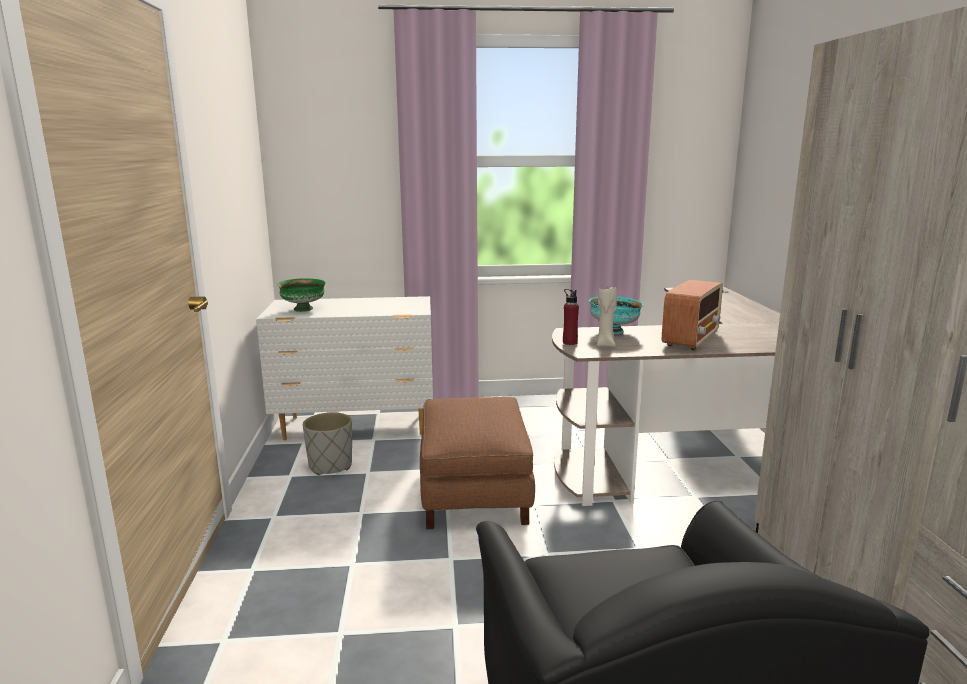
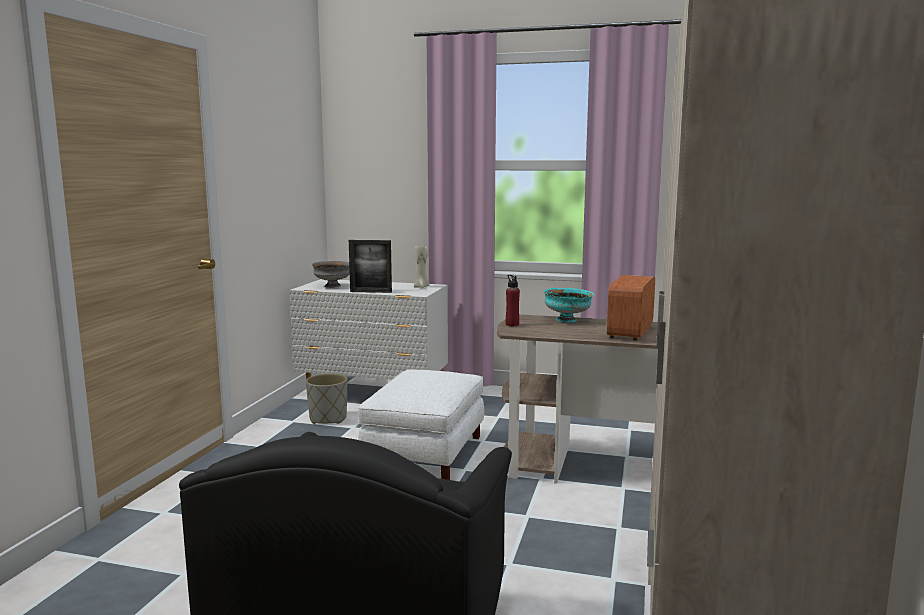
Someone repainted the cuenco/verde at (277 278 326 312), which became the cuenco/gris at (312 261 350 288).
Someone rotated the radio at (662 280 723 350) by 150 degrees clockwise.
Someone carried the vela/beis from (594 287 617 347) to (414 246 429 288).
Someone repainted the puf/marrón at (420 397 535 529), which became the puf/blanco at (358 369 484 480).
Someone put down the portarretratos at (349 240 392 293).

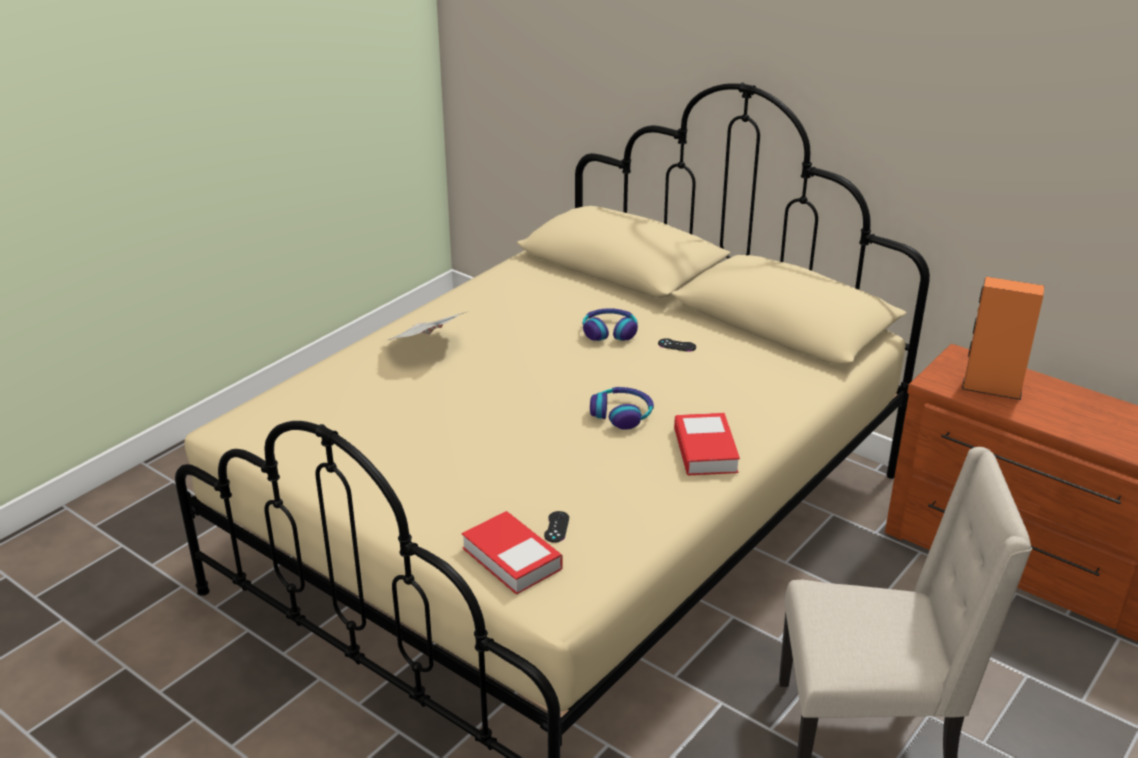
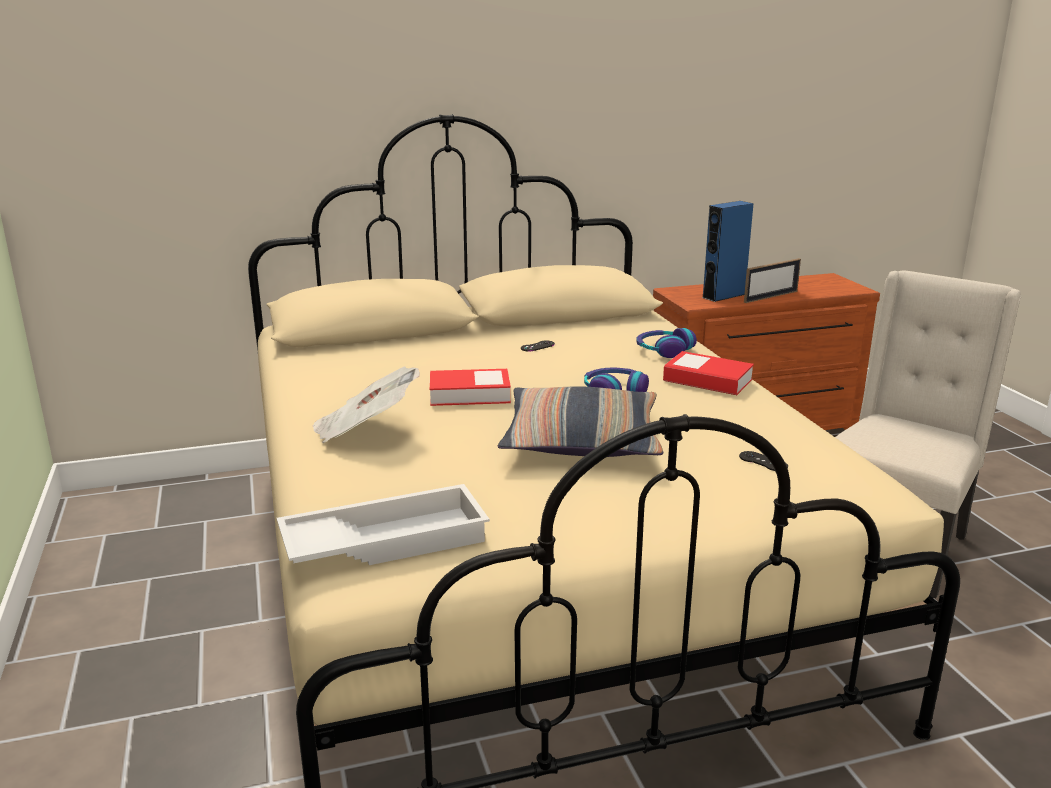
Someone repainted the altavoz/naranja at (962 277 1044 400), which became the altavoz/azul at (702 201 754 302).
Someone carried the auriculares from (583 308 638 341) to (636 328 697 358).
Someone carried the libro from (462 511 563 595) to (430 369 511 406).
Someone put down the portarretratos at (744 258 801 303).
Someone put down the cojín at (498 386 664 457).
Someone put down the bandeja/blanco at (277 484 490 565).

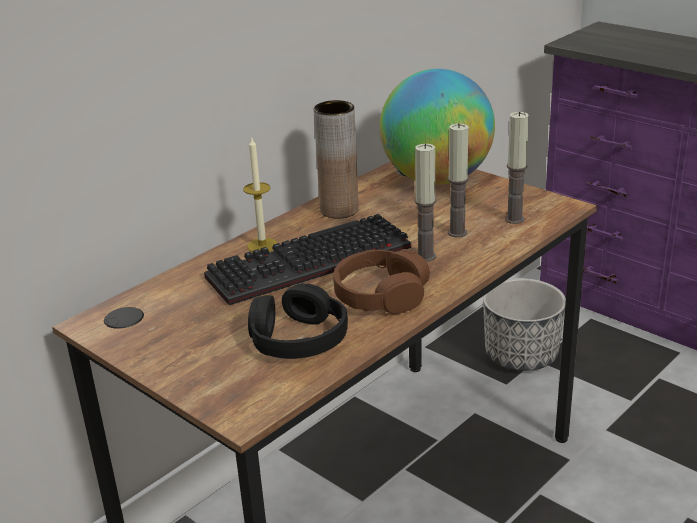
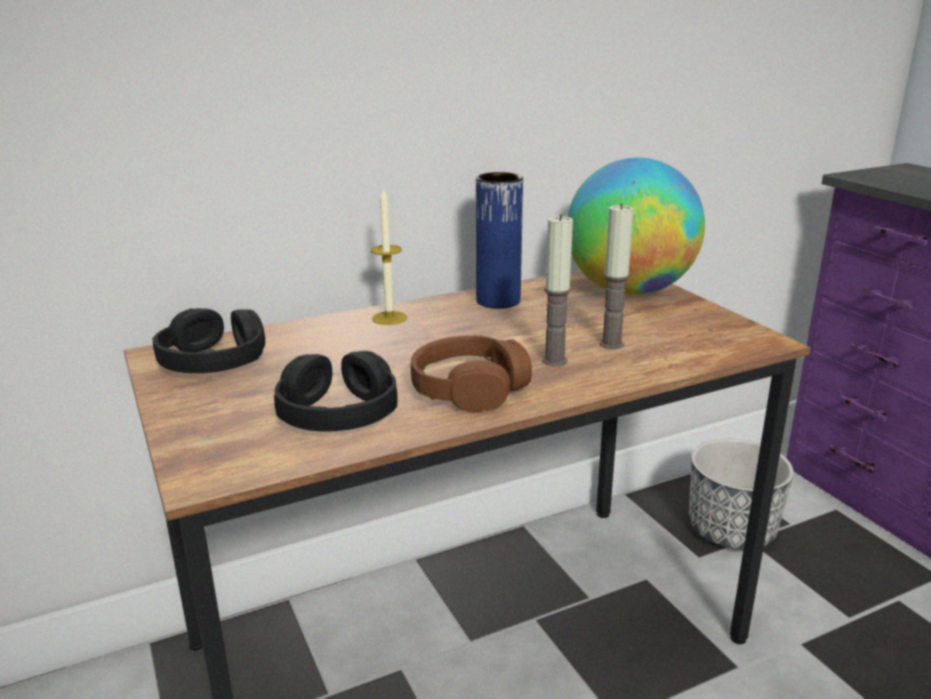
Someone repainted the florero/marrón at (314 100 359 219), which became the florero/azul at (476 172 523 309).
Someone took away the vela at (505 112 529 224).
Someone took away the teclado at (204 214 411 305).
Someone put down the auriculares/negro at (153 308 265 373).

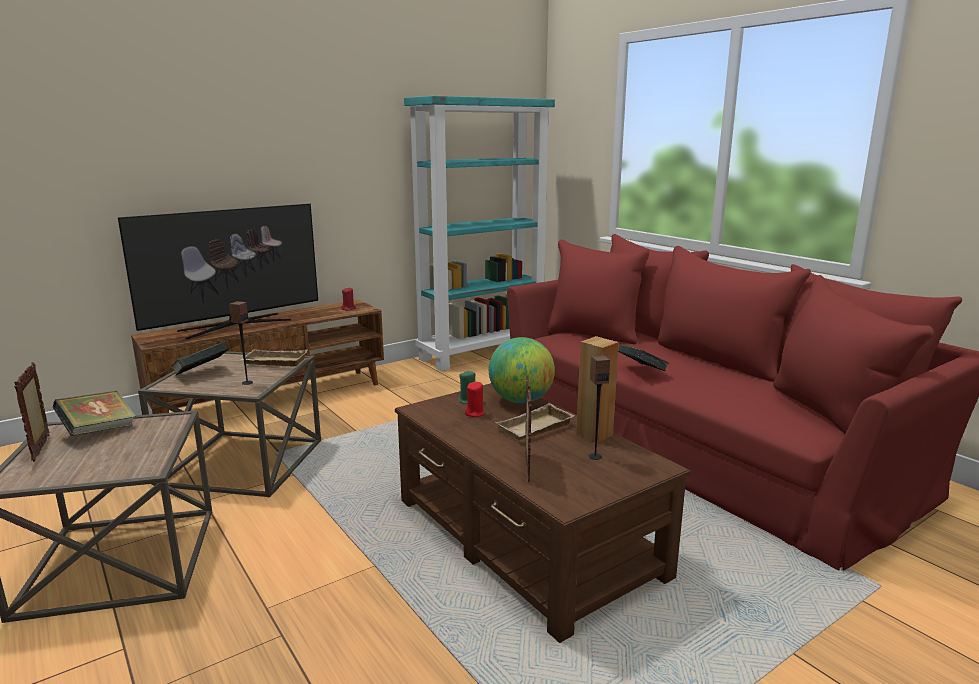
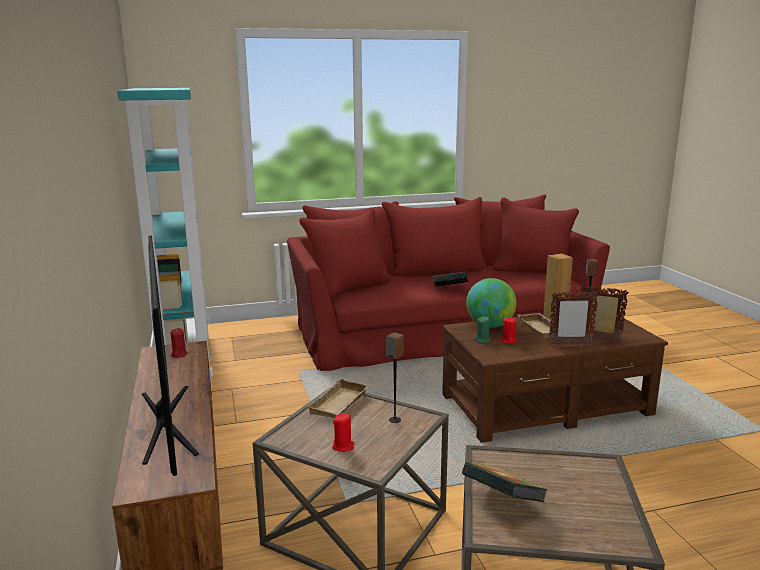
Someone swapped the libro at (171 342 228 376) for the vela/rojo at (332 413 355 452).
Someone carried the portarretratos from (14 362 50 462) to (549 291 598 345).

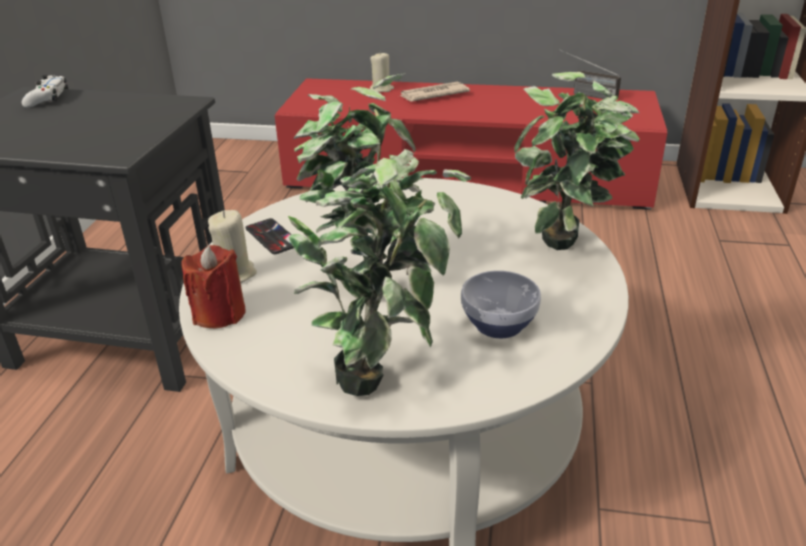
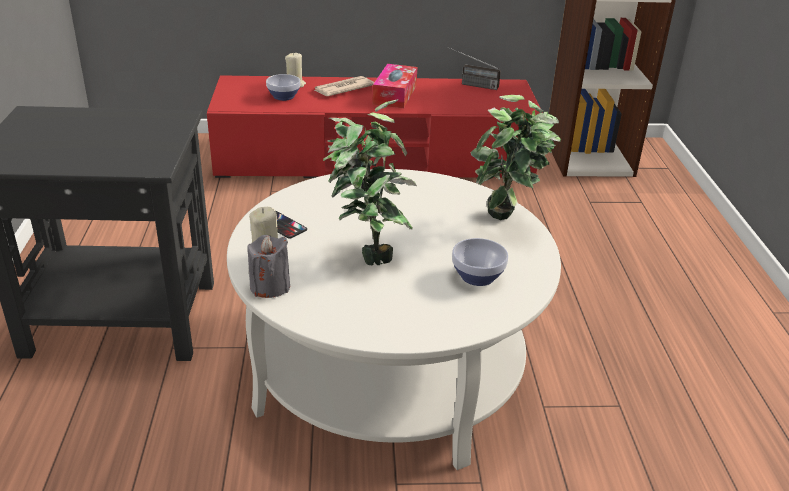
Someone took away the mando de consola/blanco at (22 75 69 108).
Someone took away the planta en maceta at (288 149 471 396).
Someone repainted the vela/rojo at (182 245 246 328), which became the vela/gris at (248 235 290 298).
Someone put down the caja de pañuelos at (372 64 417 108).
Someone put down the cuenco at (266 74 301 101).

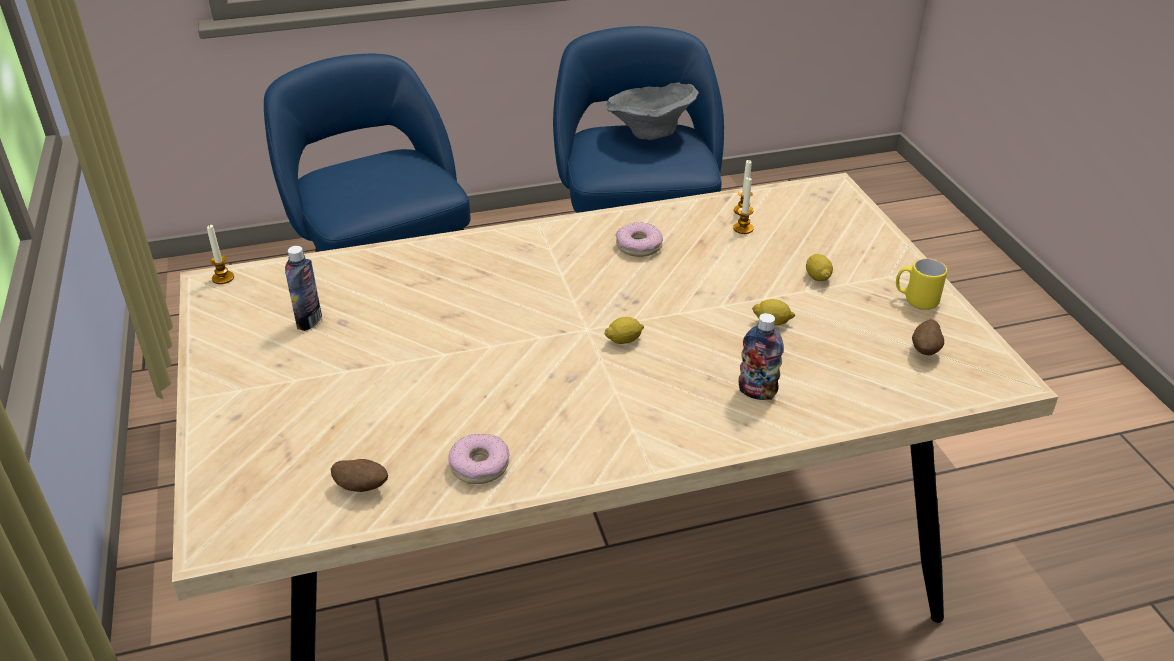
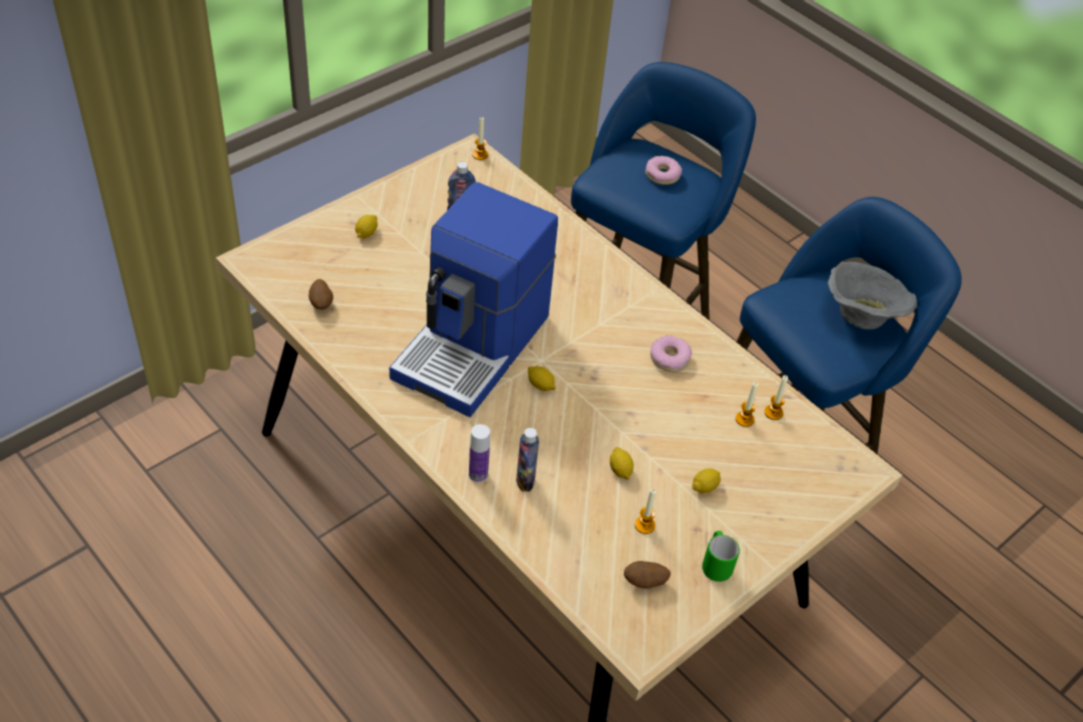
Someone repainted the taza grande/amarillo at (896 258 947 310), which became the taza grande/verde at (702 531 740 582).
Someone carried the rosquilla from (448 434 510 484) to (645 156 682 185).
Someone put down the cafetera at (389 182 558 417).
Someone put down the limón at (355 215 378 238).
Someone put down the botella at (469 424 490 482).
Someone put down the vela at (635 489 656 534).

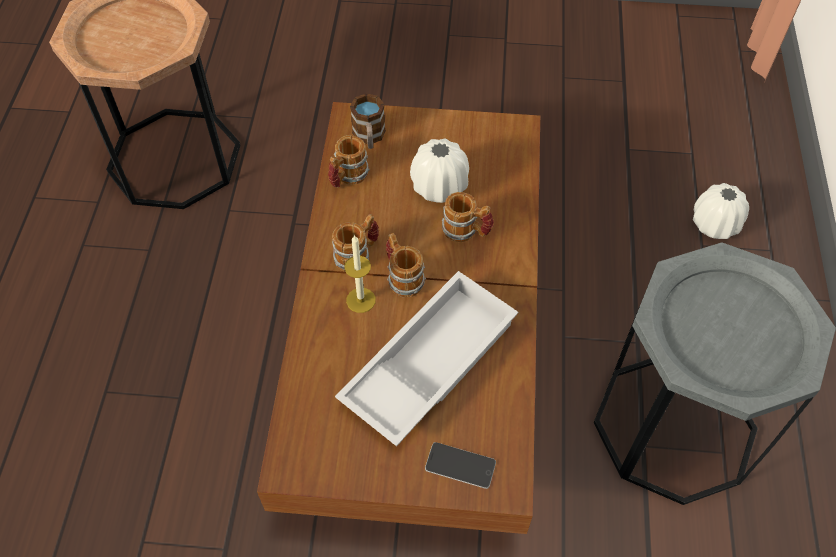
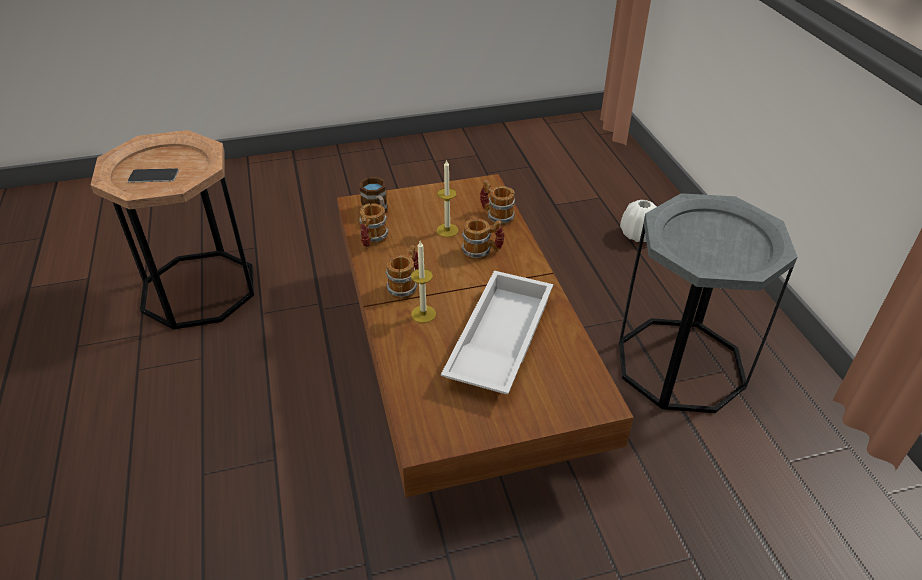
Someone swapped the florero/blanco at (410 139 469 203) for the vela at (437 159 459 237).
Someone carried the taza grande from (386 233 426 297) to (480 180 515 226).
Someone carried the móvil from (425 442 496 489) to (128 168 179 183).

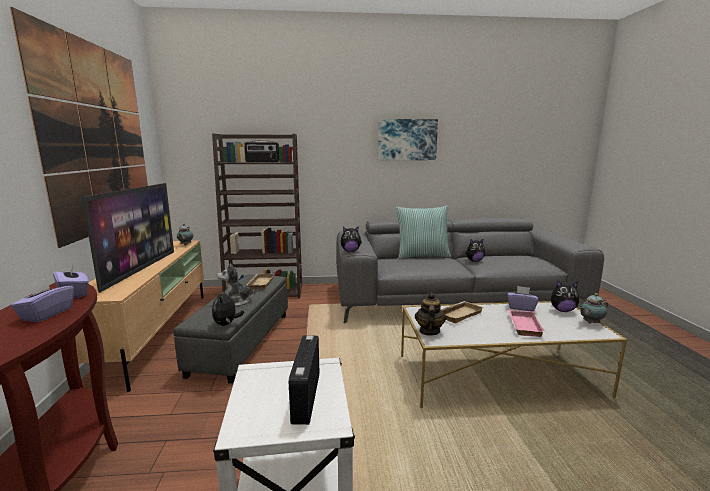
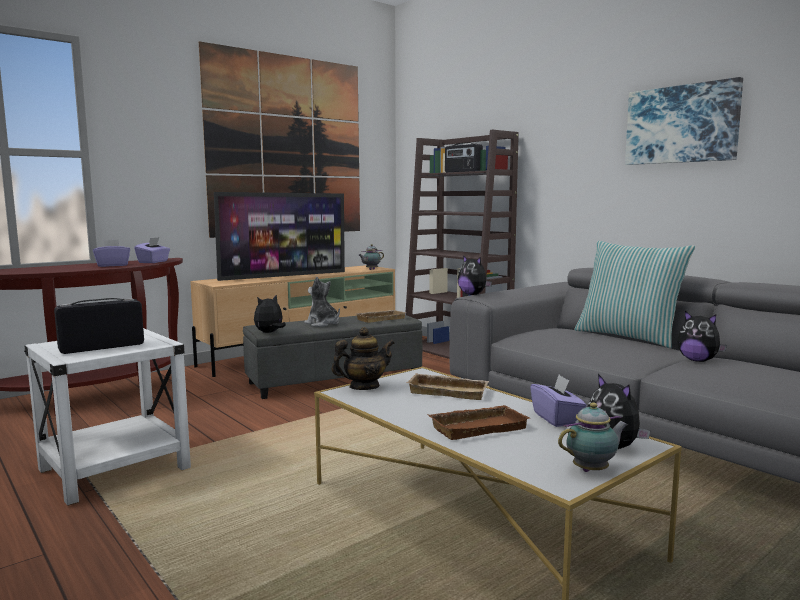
Someone rotated the tetera at (578 293 608 324) by 120 degrees clockwise.
Someone repainted the bandeja/rosa at (508 310 545 337), which became the bandeja/marrón at (428 405 530 440).

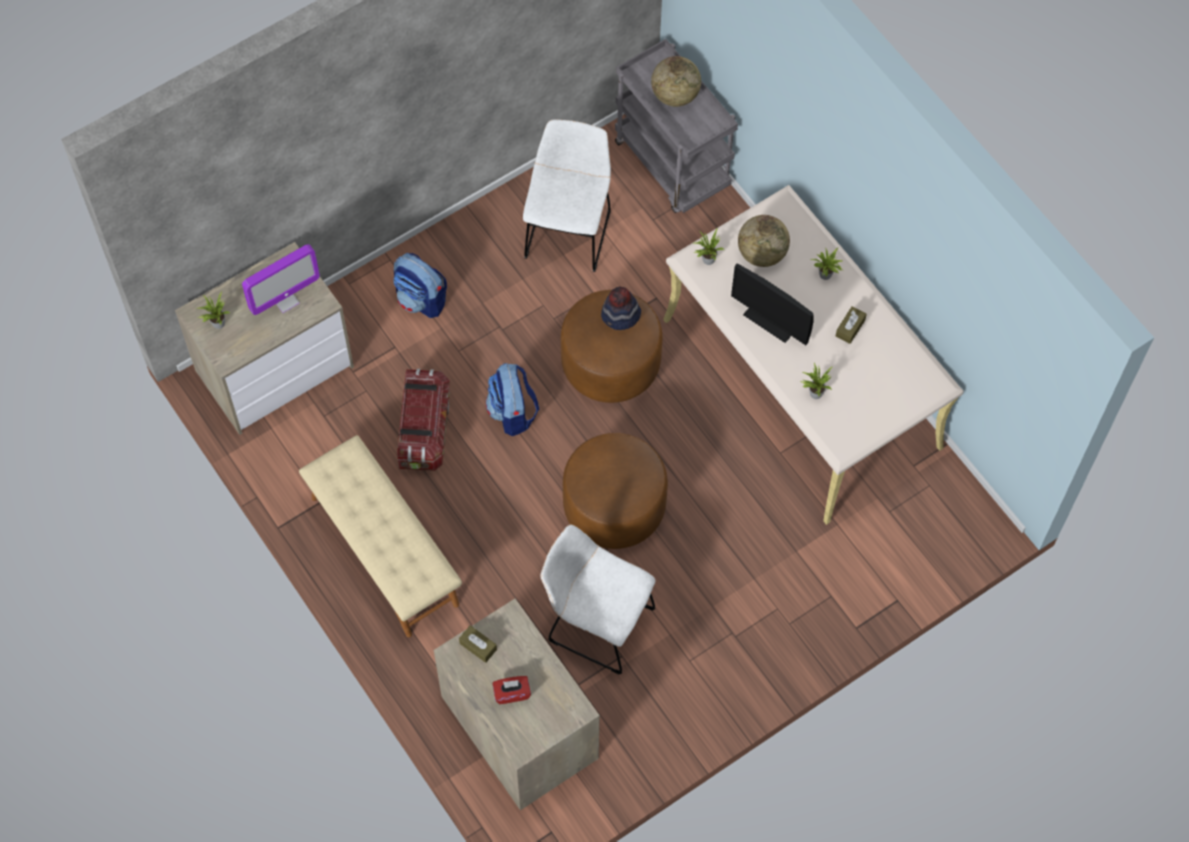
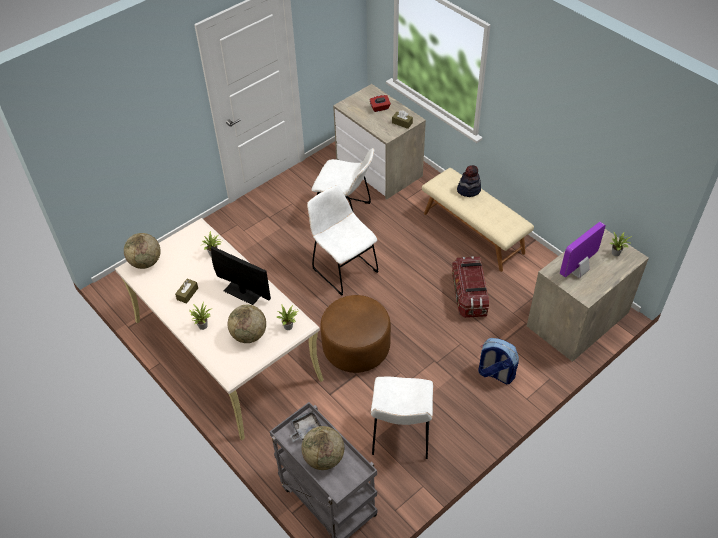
Someone carried the sombrero from (601 286 641 330) to (457 165 481 197).
Someone took away the mochila at (486 363 539 436).
Someone swapped the puf/marrón at (563 433 668 549) for the silla/blanco at (307 186 379 296).
Someone put down the globo terráqueo at (124 233 160 269).
Someone put down the bandeja/gris at (289 411 322 442).

